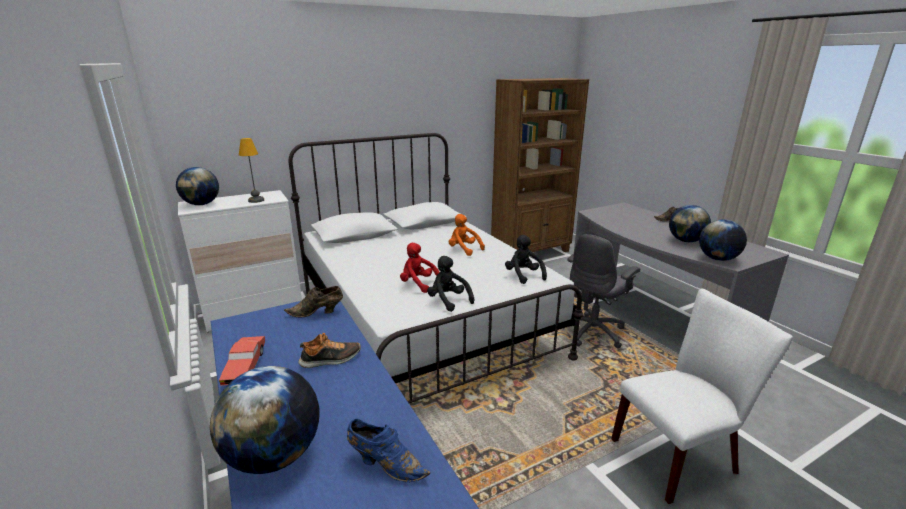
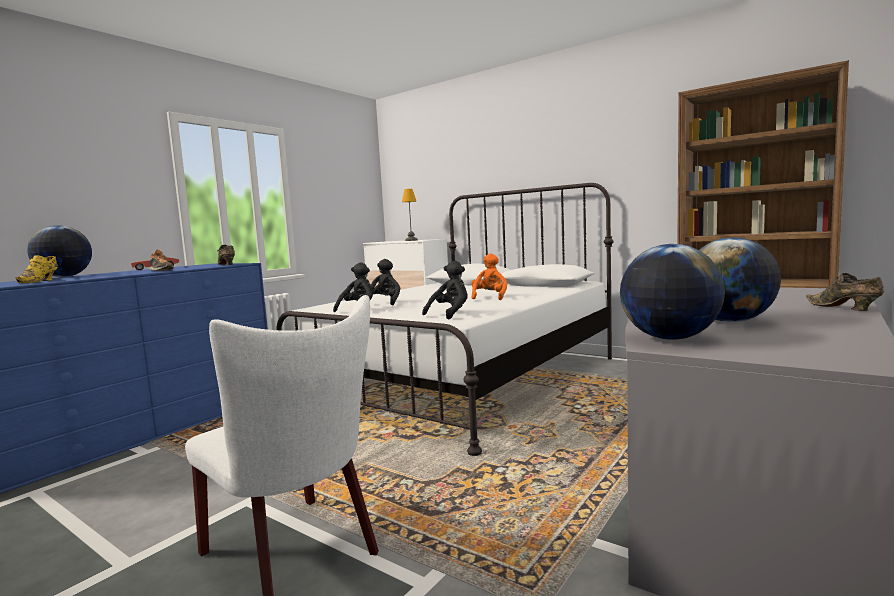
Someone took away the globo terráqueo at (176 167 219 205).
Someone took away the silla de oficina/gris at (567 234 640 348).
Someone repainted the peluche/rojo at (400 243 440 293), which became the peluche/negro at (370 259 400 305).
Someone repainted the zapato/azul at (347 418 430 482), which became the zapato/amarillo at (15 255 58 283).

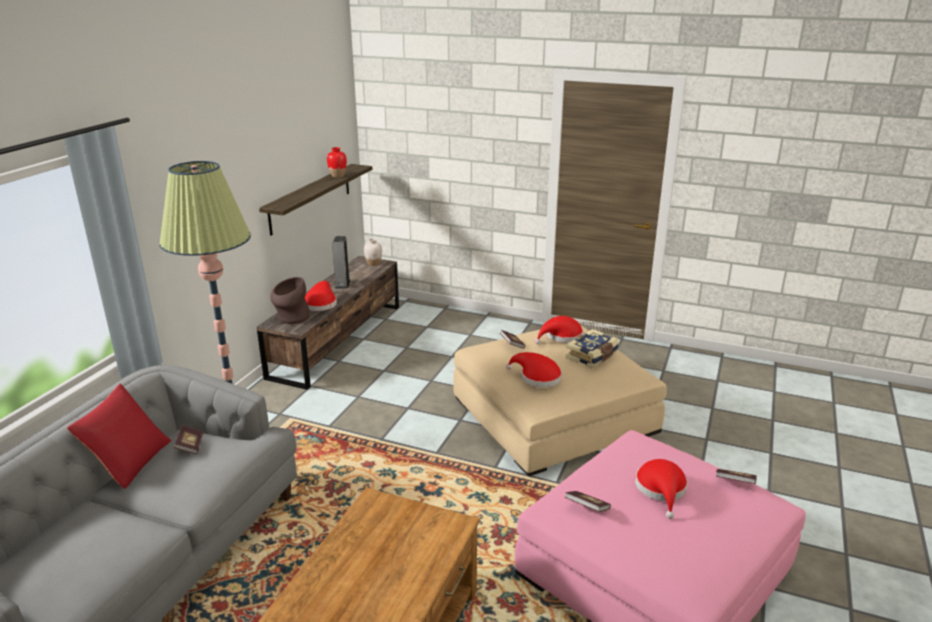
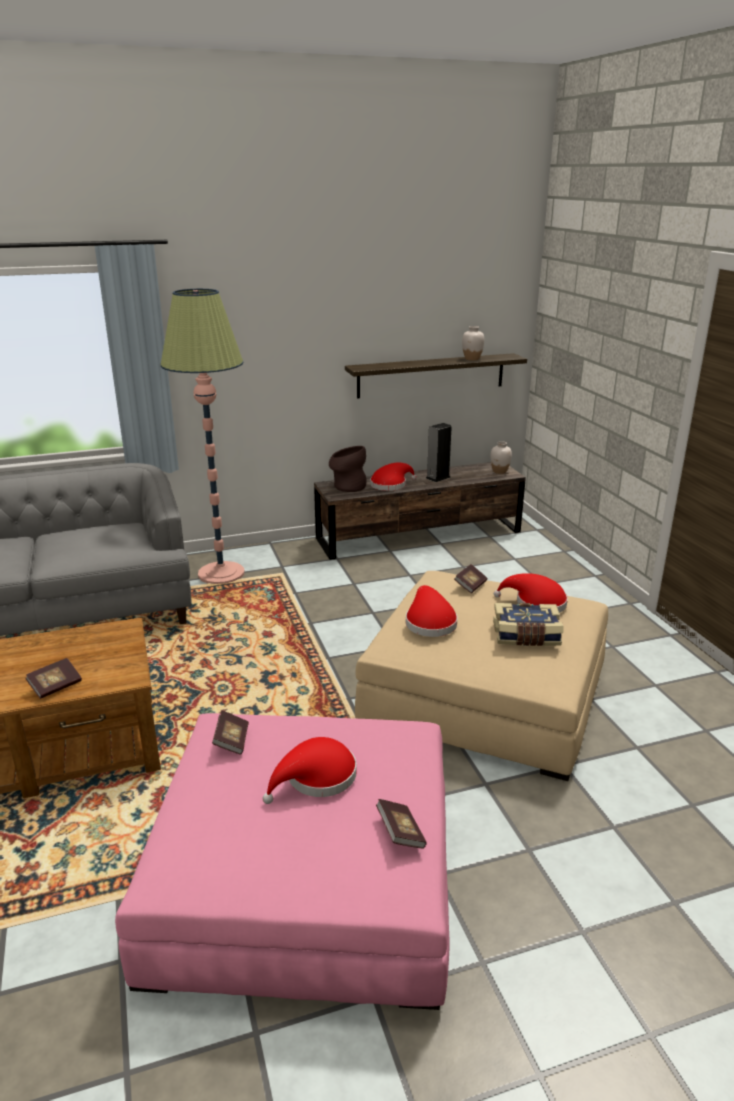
Someone repainted the florero/rojo at (327 147 347 178), which became the florero/blanco at (462 326 485 360).
Someone took away the cojín/rojo at (67 384 171 489).
Someone carried the libro from (174 425 203 454) to (25 658 82 699).

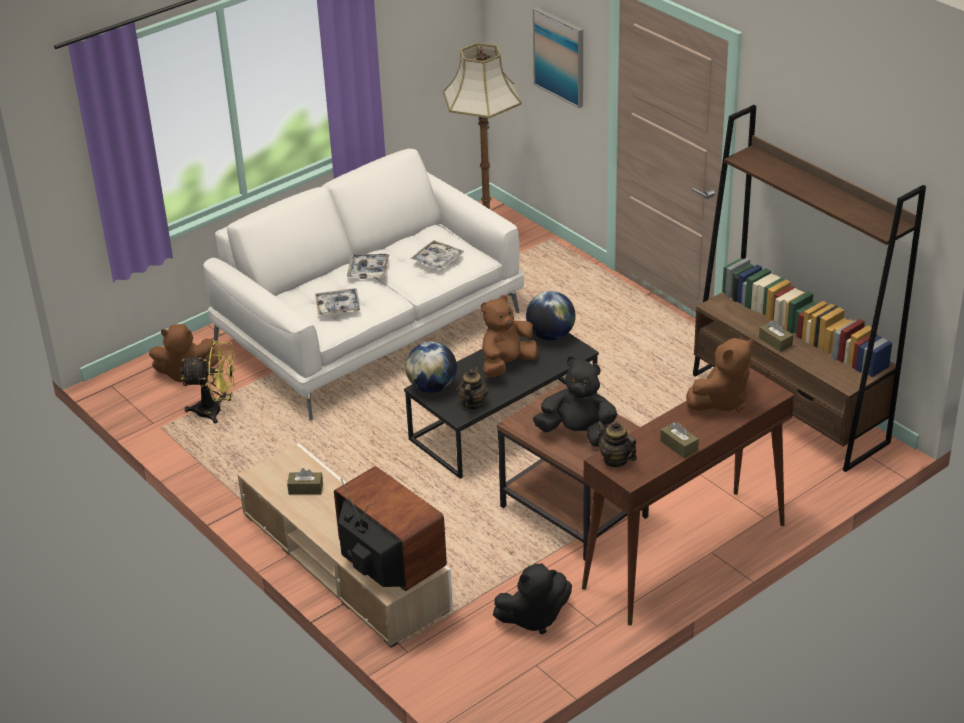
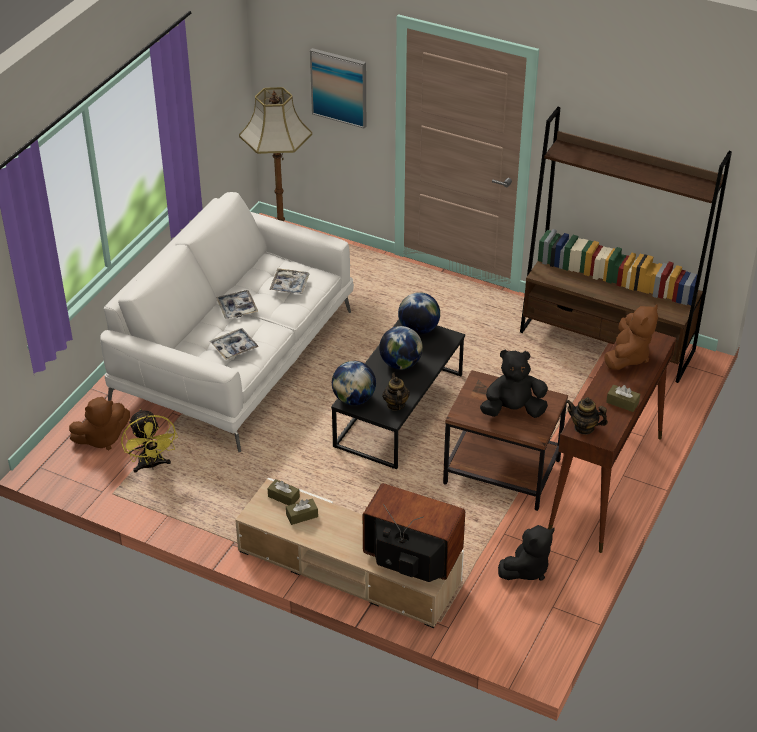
Someone swapped the peluche/marrón at (481 295 538 377) for the globo terráqueo at (379 326 423 369).
Someone carried the caja de pañuelos/marrón from (759 321 793 352) to (267 479 300 505).
Someone rotated the ventilador/amarillo at (180 341 236 423) by 90 degrees clockwise.

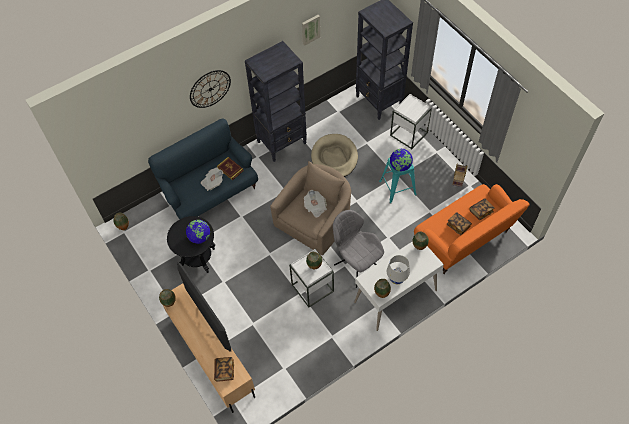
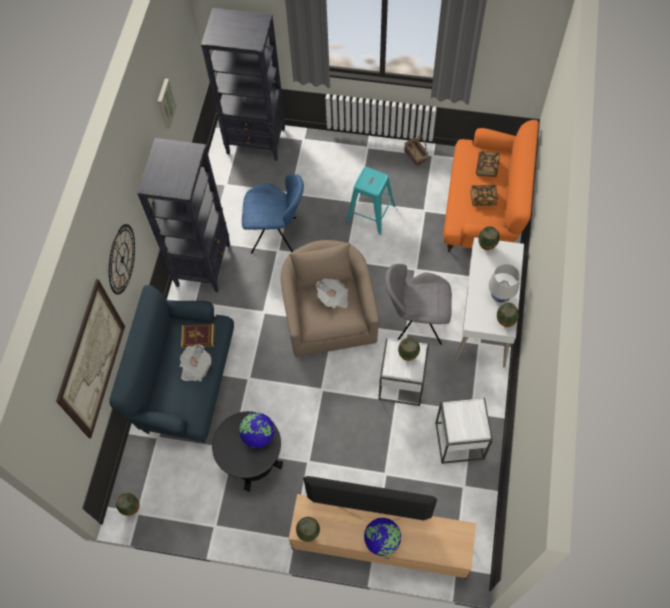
Someone carried the mesa auxiliar/blanco from (390 94 432 149) to (436 398 493 464).
Someone swapped the cama para perro/beis at (311 134 358 177) for the silla/azul at (242 174 304 253).
Someone carried the globo terráqueo from (390 149 413 171) to (364 518 401 556).
Someone took away the libro at (214 357 234 382).
Someone put up the cuadro at (56 279 125 438).

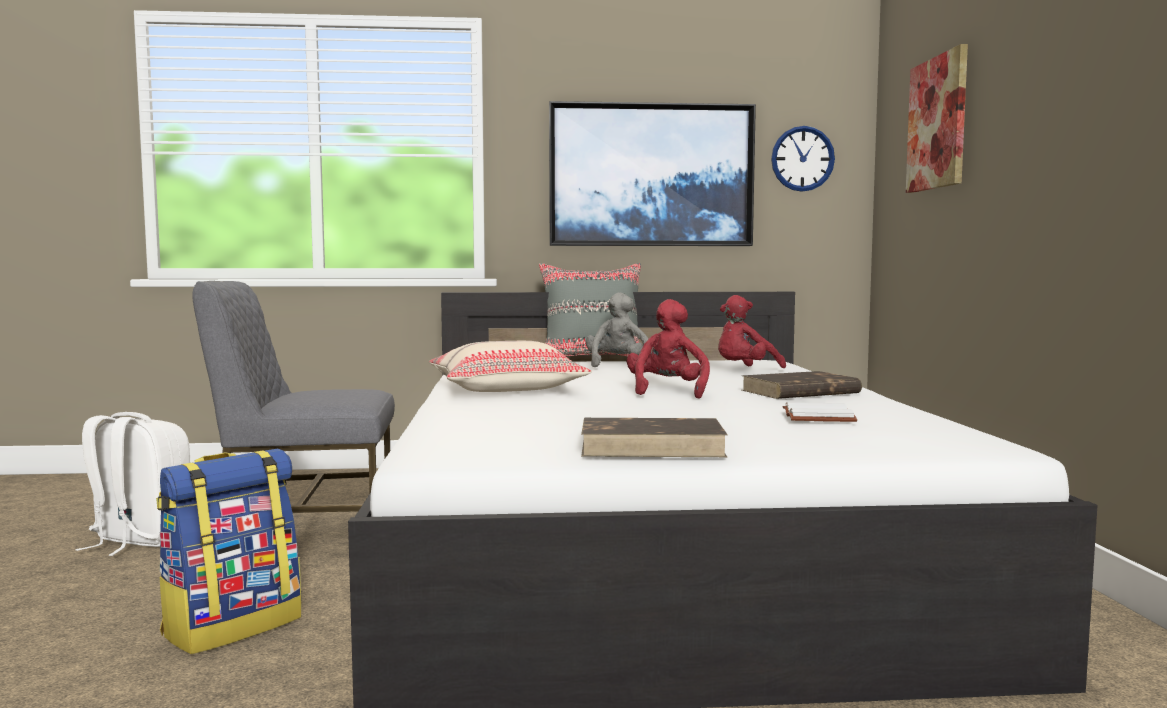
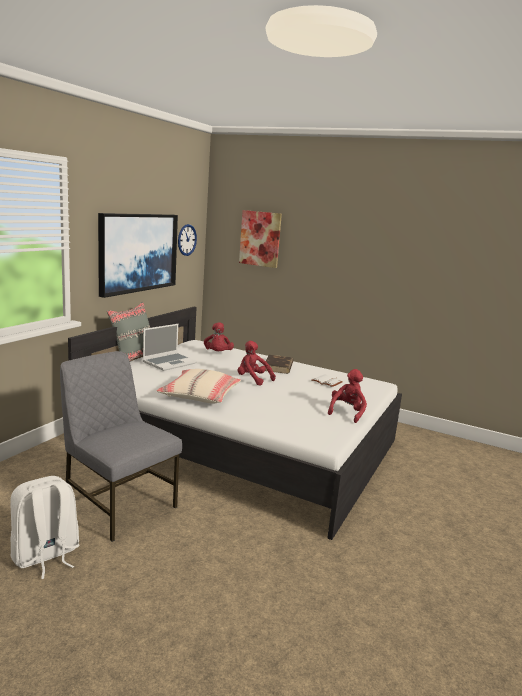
Someone rotated the silla/gris at (192 281 395 513) by 105 degrees clockwise.
Someone swapped the peluche/gris at (585 292 648 367) for the portátil at (143 324 197 371).
Someone swapped the libro/marrón at (581 418 728 457) for the peluche/rojo at (328 369 367 423).
Someone took away the mochila at (156 448 301 654).

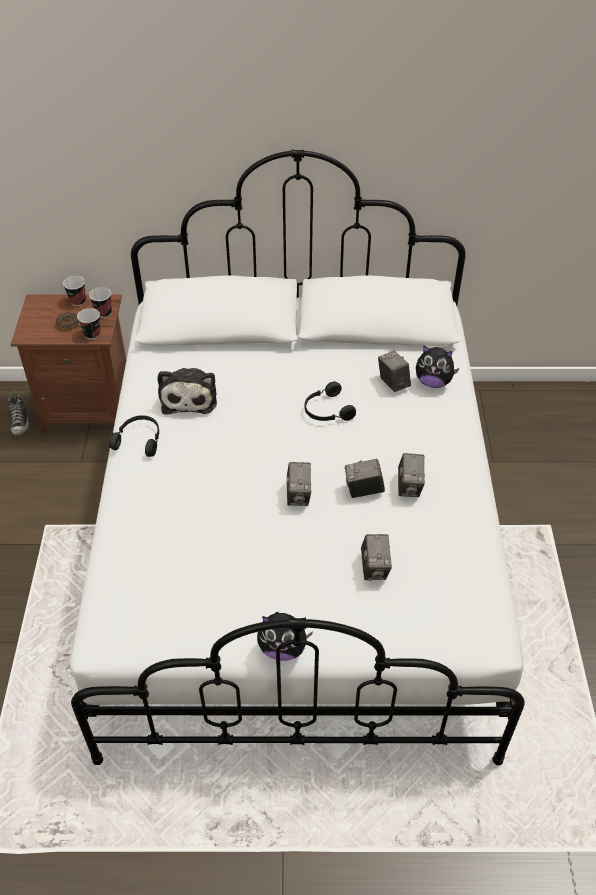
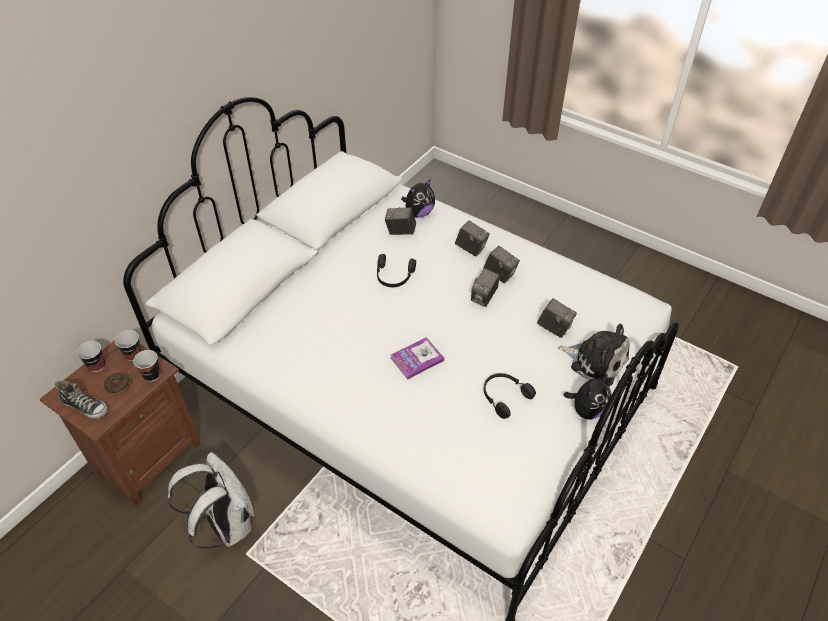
Someone carried the peluche from (158 368 217 414) to (558 324 629 386).
Someone carried the zapato from (8 390 29 435) to (55 381 108 419).
Someone carried the auriculares/negro from (109 415 159 457) to (484 373 536 419).
Someone carried the cámara from (286 462 311 506) to (455 220 490 257).
Someone put down the libro at (390 337 444 379).
Someone put down the mochila/blanco at (168 452 254 549).

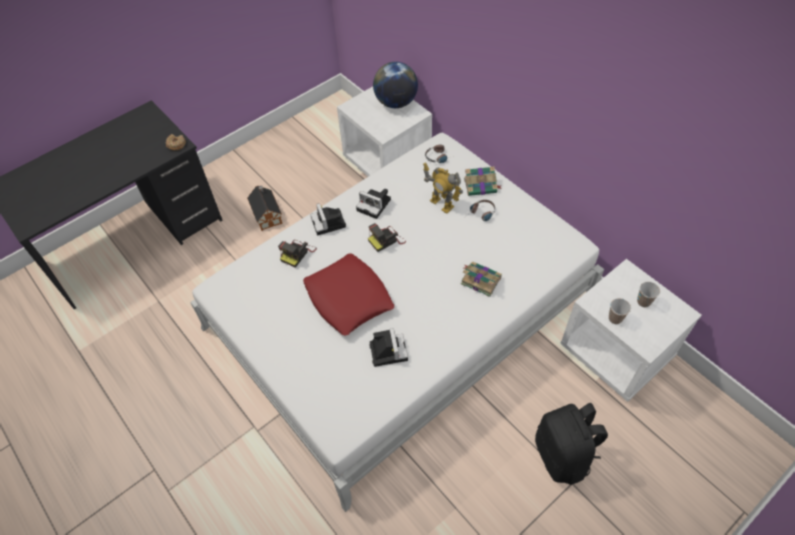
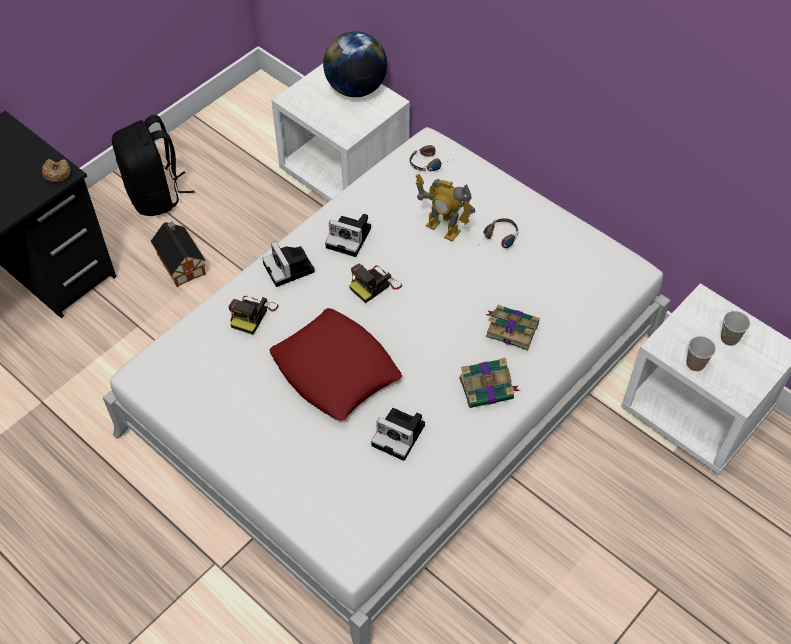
Someone carried the libro from (464 166 502 196) to (459 358 521 408).
Someone rotated the cámara at (369 328 408 367) by 135 degrees clockwise.
Someone carried the mochila/negro from (535 403 608 485) to (112 115 195 216).

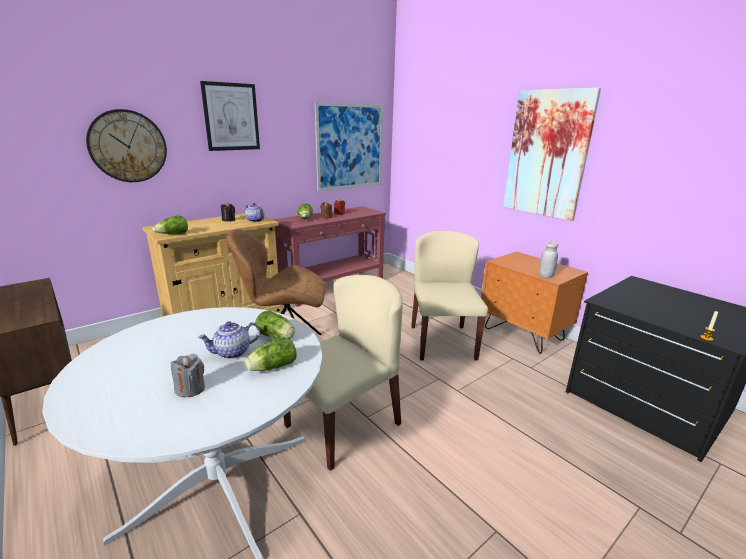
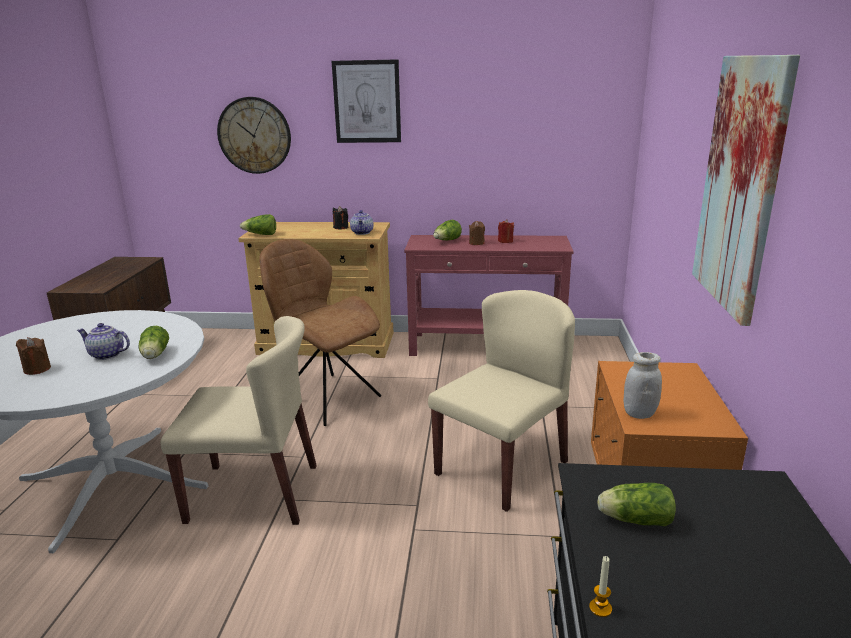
Someone took away the cuadro at (315 102 383 191).
Someone carried the lechuga from (245 337 297 371) to (597 483 676 526).
Someone repainted the vela/gris at (171 354 205 397), which became the vela/marrón at (16 337 51 375).

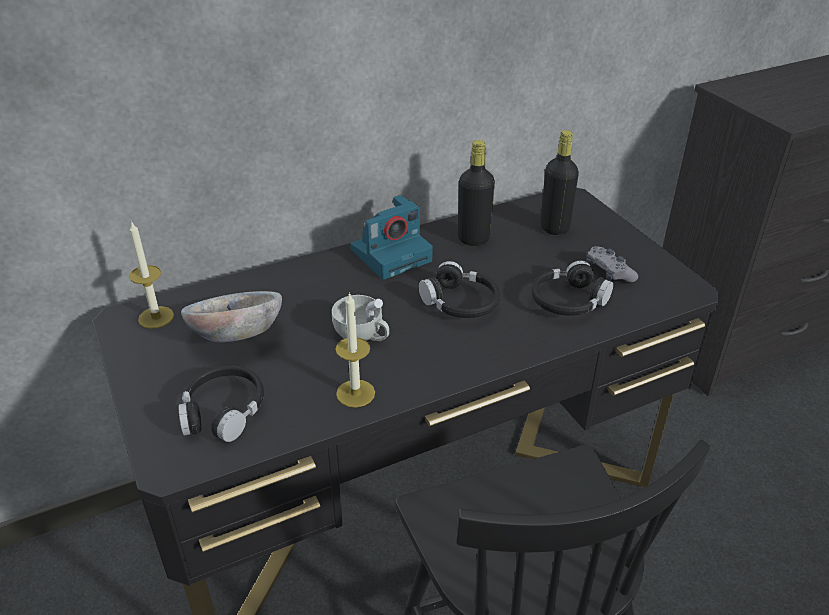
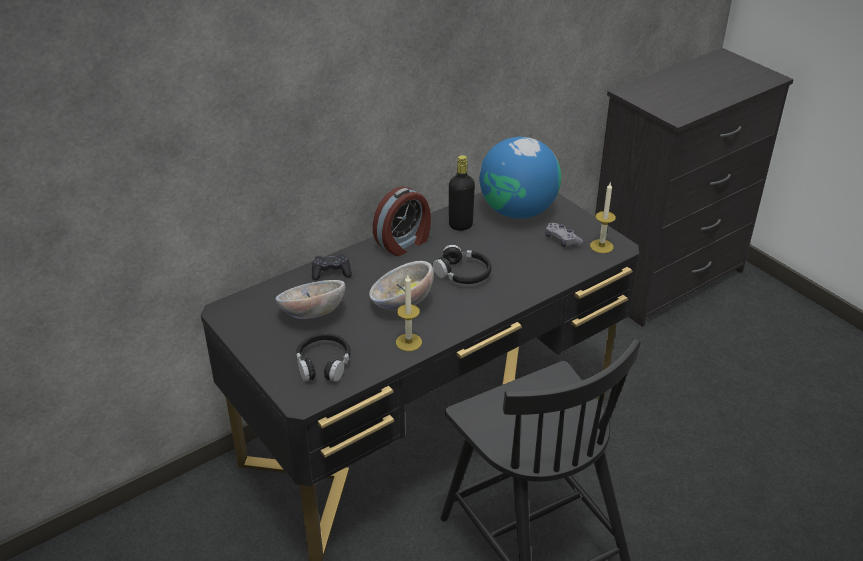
Someone swapped the botella/negro at (540 130 579 235) for the globo terráqueo at (479 137 561 219).
Someone swapped the cámara at (350 195 433 280) for the despertador at (373 186 431 256).
Someone carried the vela from (129 221 174 329) to (590 183 616 253).
Someone took away the auriculares/negro at (531 261 613 316).
Someone swapped the taza/blanco at (332 295 389 341) for the cuenco at (369 261 434 311).
Someone put down the mando de consola/negro at (312 254 352 280).

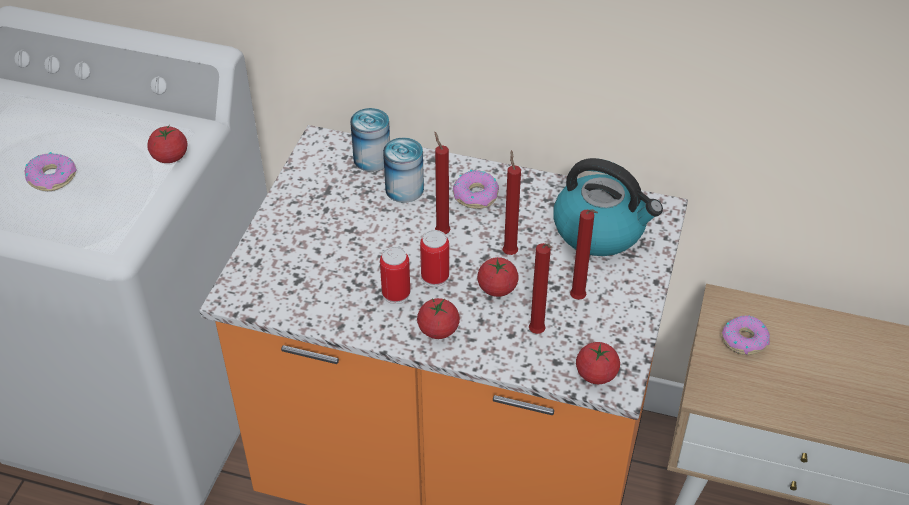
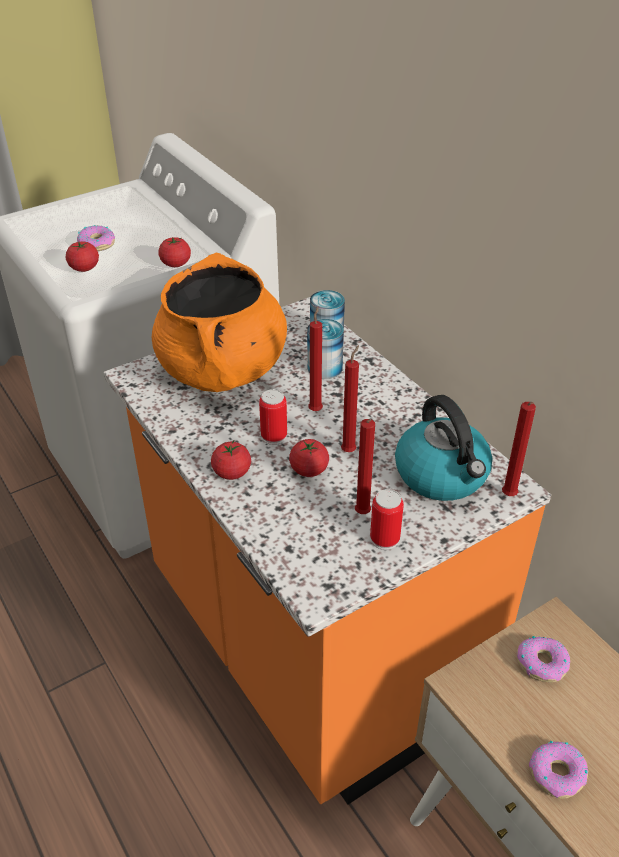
Someone carried the rosquilla from (453 170 499 209) to (529 741 588 799).
Someone carried the vela/rojo from (529 243 552 334) to (502 402 536 496).
Someone carried the lata from (380 247 410 304) to (370 489 404 550).
Someone carried the tomate from (576 342 620 384) to (66 241 99 272).
Someone put down the olla/naranja at (152 253 287 392).

